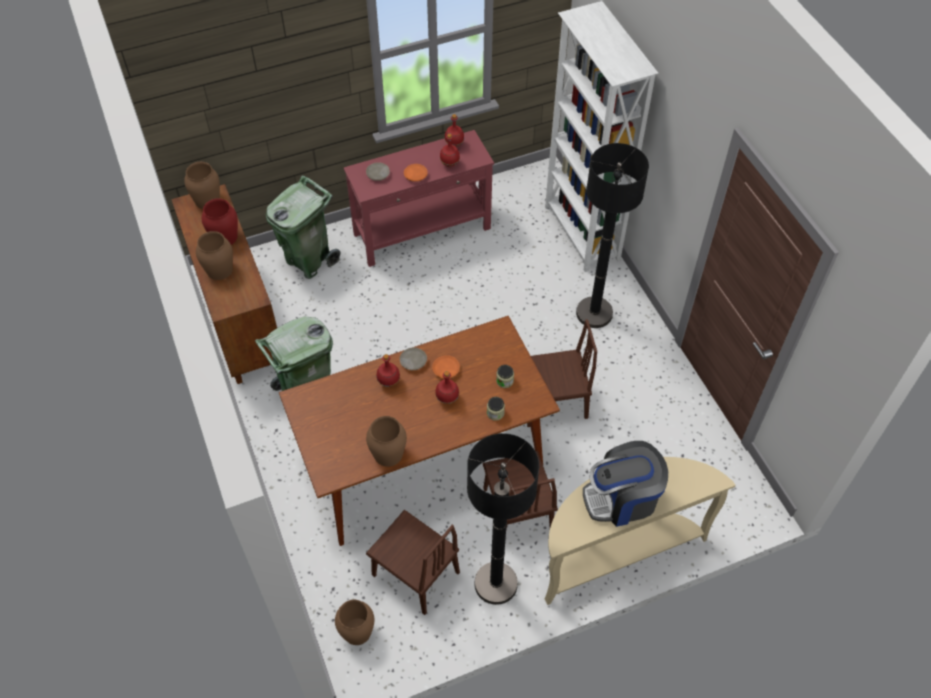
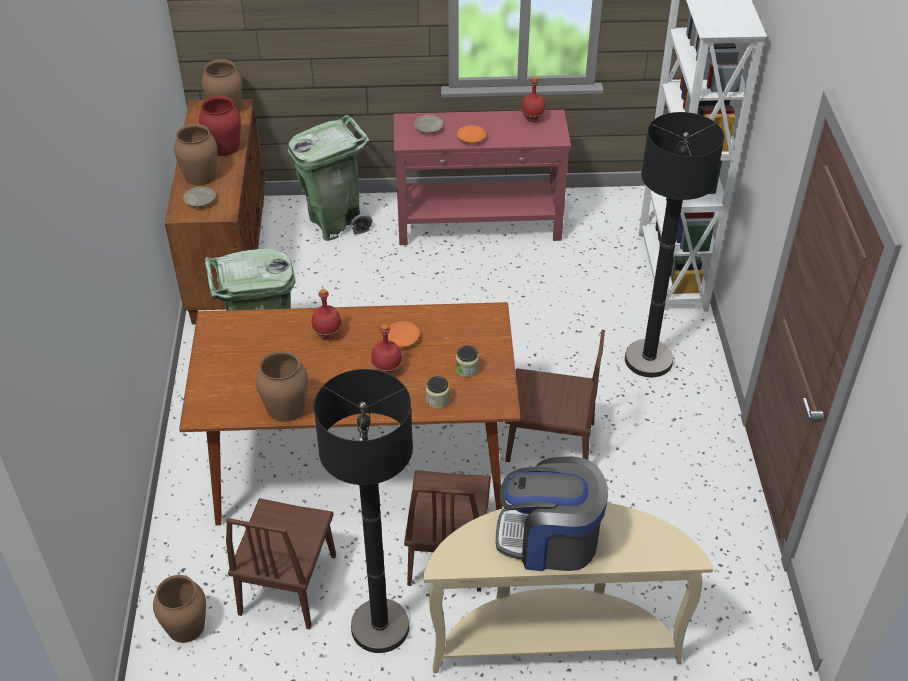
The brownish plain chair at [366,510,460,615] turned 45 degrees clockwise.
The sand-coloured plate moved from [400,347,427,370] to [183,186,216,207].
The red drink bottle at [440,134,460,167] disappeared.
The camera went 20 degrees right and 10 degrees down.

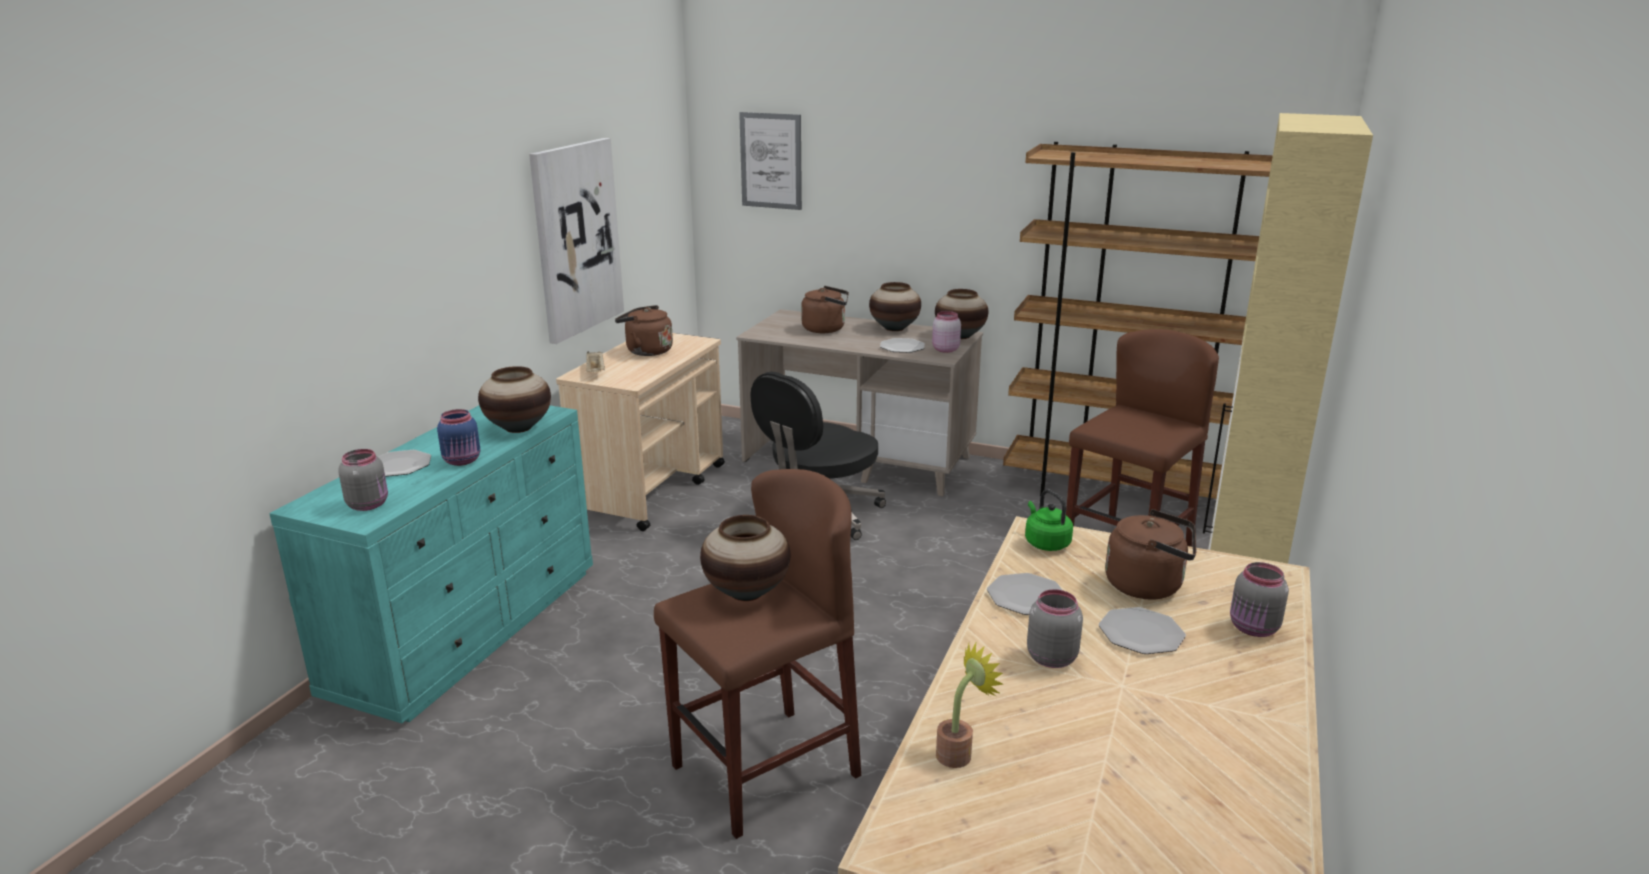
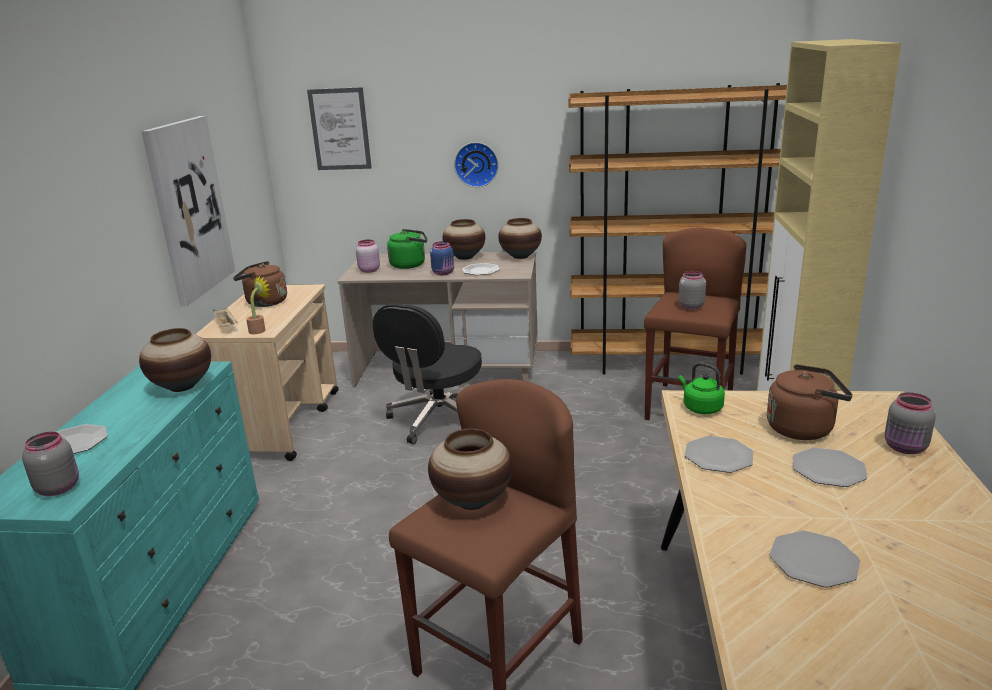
The bluish storage jar moved from [437,409,480,466] to [430,241,454,275].
The brownish tea kettle at [801,286,849,333] became the green-coloured tea kettle at [387,229,427,269].
The pink storage jar moved from [932,311,961,353] to [356,239,380,273].
The plant in a pot moved from [936,641,1003,768] to [246,275,271,334].
The gray storage jar moved from [1027,589,1083,668] to [678,271,706,310].
The clock on the wall at [454,142,499,187] appeared.
The plate at [769,531,860,587] appeared.
The camera went 15 degrees left and 0 degrees up.

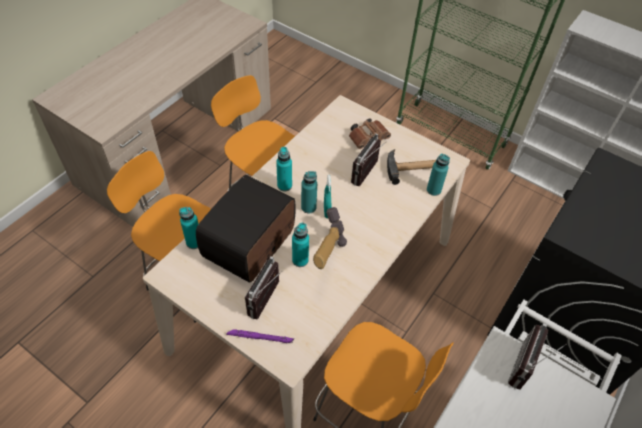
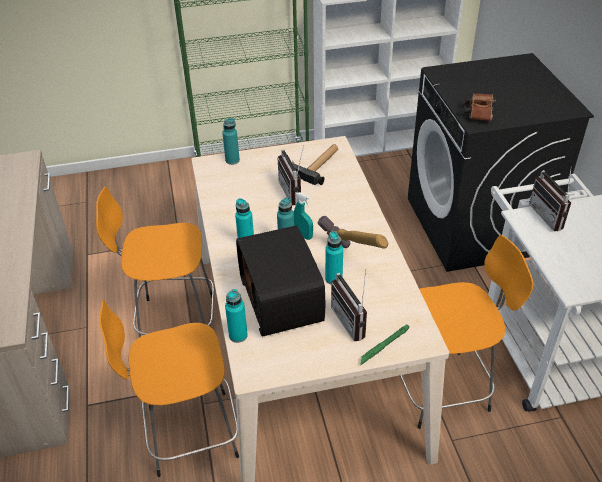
The purple-coloured hand torch at [226,329,294,343] became the green-coloured hand torch at [360,324,409,366].
The brownish field glasses moved from [349,118,391,149] to [463,93,496,121].
The turquoise-coloured drink bottle moved from [427,154,450,196] to [222,118,240,165].
The camera went 45 degrees left and 10 degrees down.

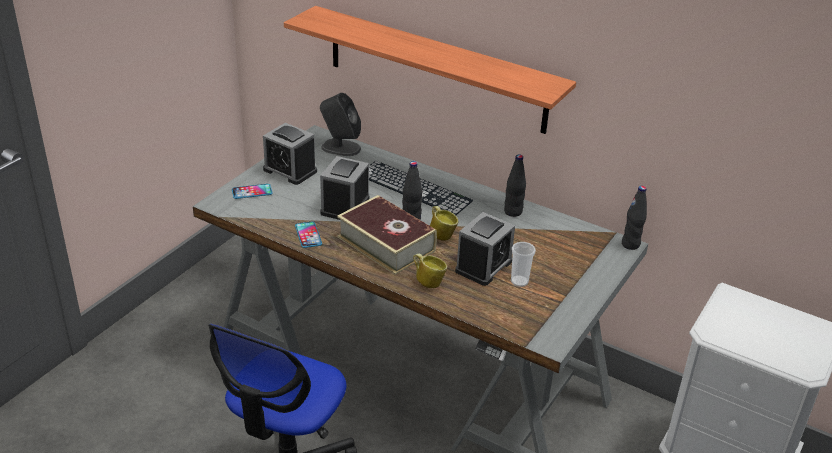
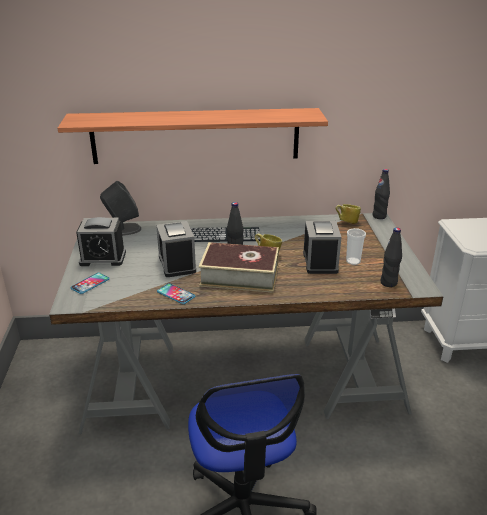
The mug moved from [413,254,447,288] to [335,204,361,224].
The black-coloured drink bottle moved from [504,154,526,217] to [380,228,402,287].
The camera went 35 degrees left and 5 degrees down.

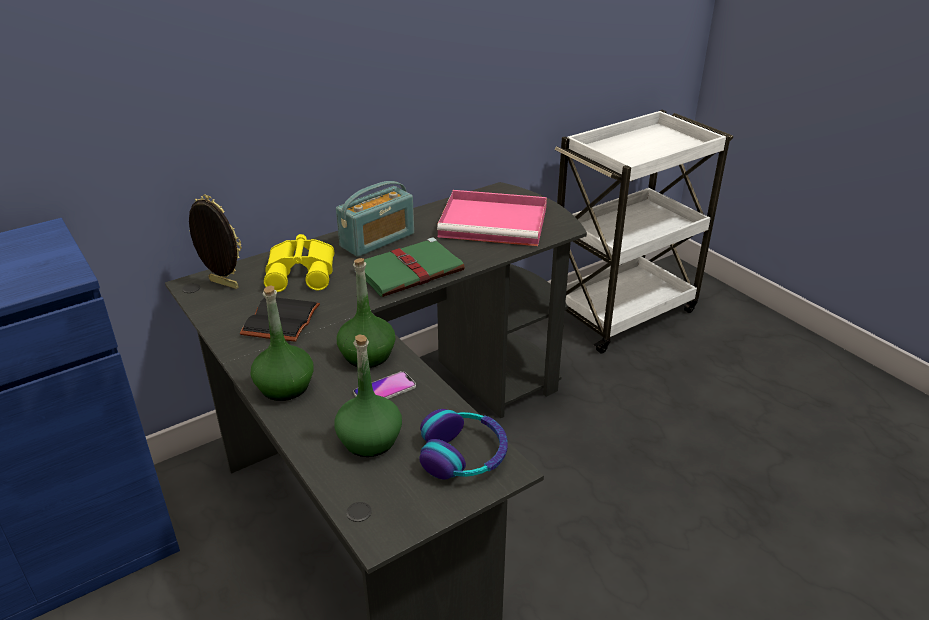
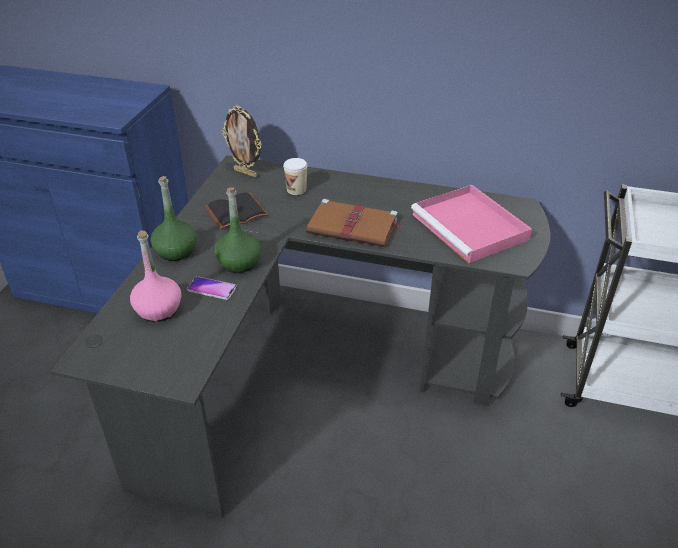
The standing frame at [189,194,241,289] turned 135 degrees clockwise.
The yellowish field glasses at [264,234,334,292] was replaced by the small cup at [283,158,308,195].
The green-coloured drink bottle at [334,335,402,457] became the pink drink bottle at [130,231,181,322].
The radio receiver at [336,181,414,257] disappeared.
The green-coloured bound book at [355,238,465,297] became the brownish bound book at [306,199,401,247].
The headphones at [419,409,508,479] disappeared.
The camera went 50 degrees right and 5 degrees up.

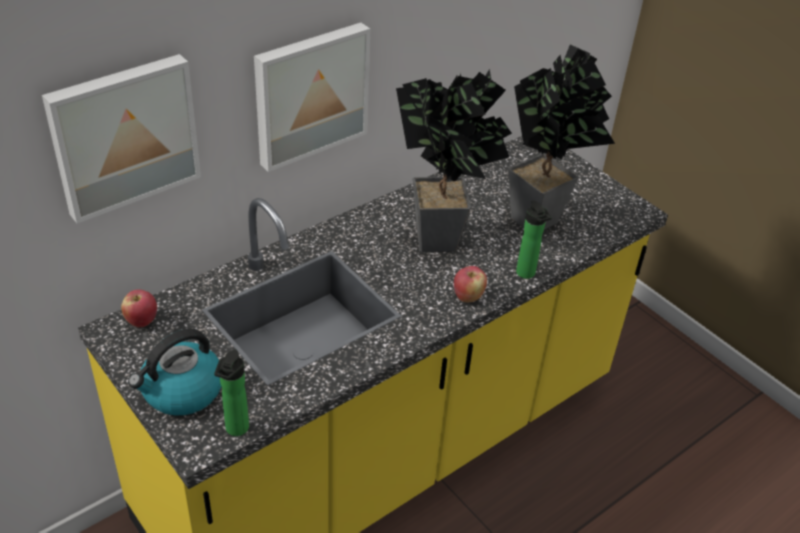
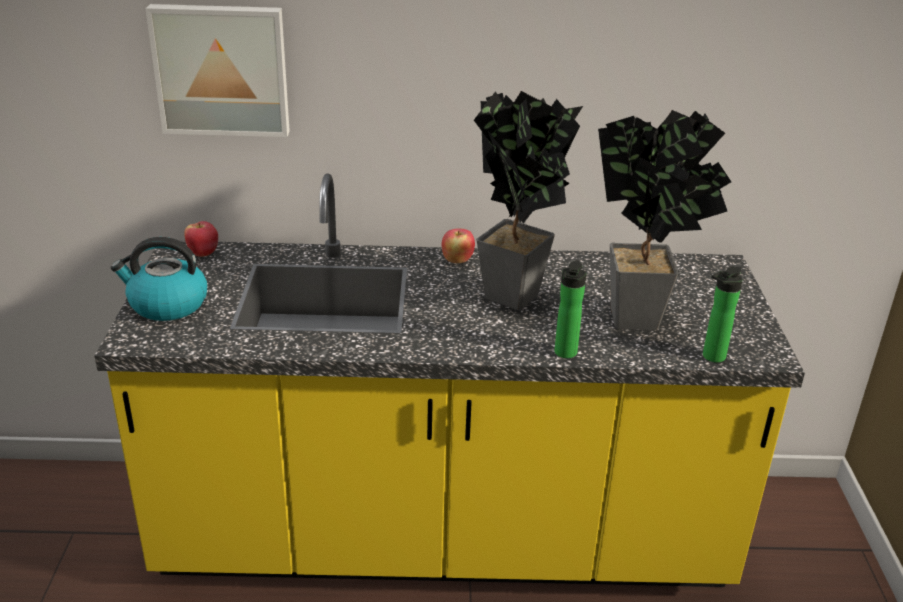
The drink bottle moved from [214,349,249,436] to [703,267,743,363].
The wall art at [254,23,370,172] disappeared.
The whole apple moved from [454,266,487,302] to [441,229,475,263].
The camera went 40 degrees right and 10 degrees down.

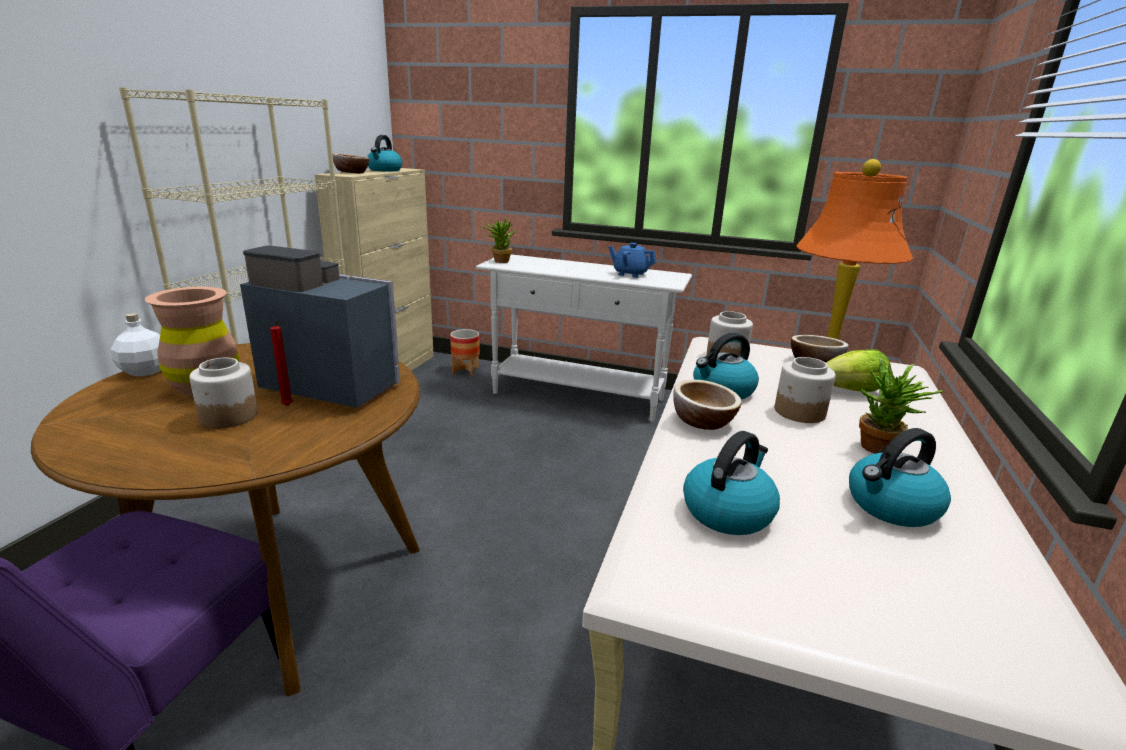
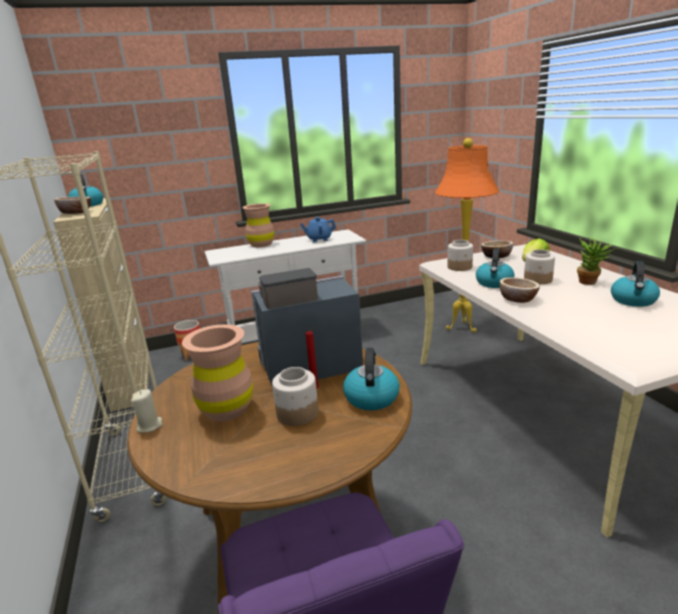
The white drink bottle at [111,313,161,376] was replaced by the sand-coloured wax light at [131,389,162,433].
The plant in a pot at [482,217,515,263] disappeared.
The tea kettle moved from [683,431,780,535] to [343,348,400,411].
The brownish decorative vase at [242,203,274,247] appeared.
The camera went 35 degrees left and 0 degrees up.

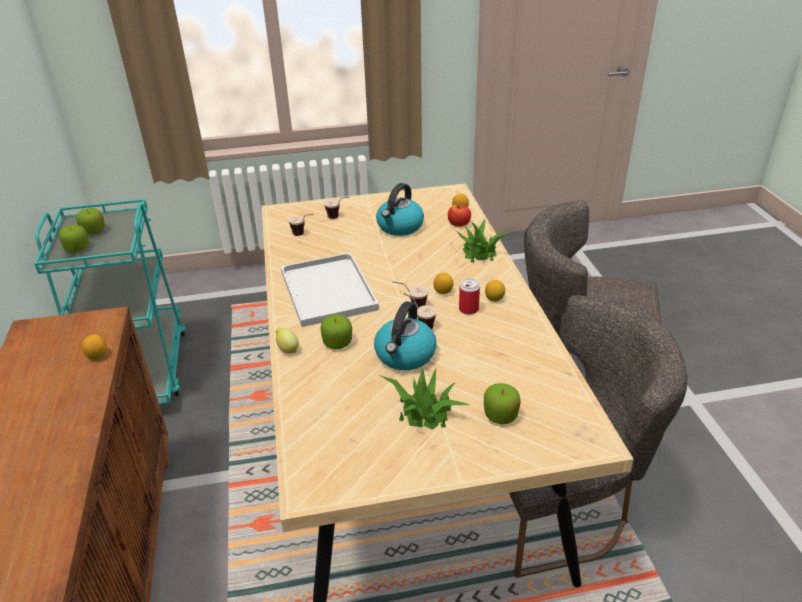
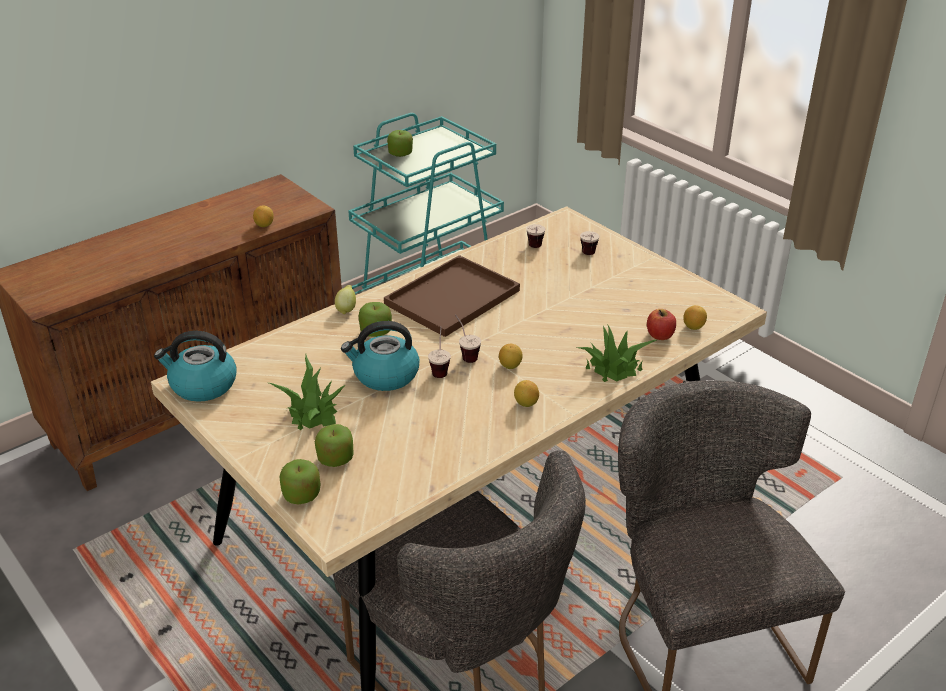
The whole apple moved from [76,208,105,235] to [280,459,321,505].
The white tray at [281,252,379,327] became the brownish tray at [384,255,520,337].
The tea kettle moved from [376,183,424,236] to [154,331,237,402].
The can at [459,278,480,315] disappeared.
The camera went 60 degrees right and 0 degrees up.

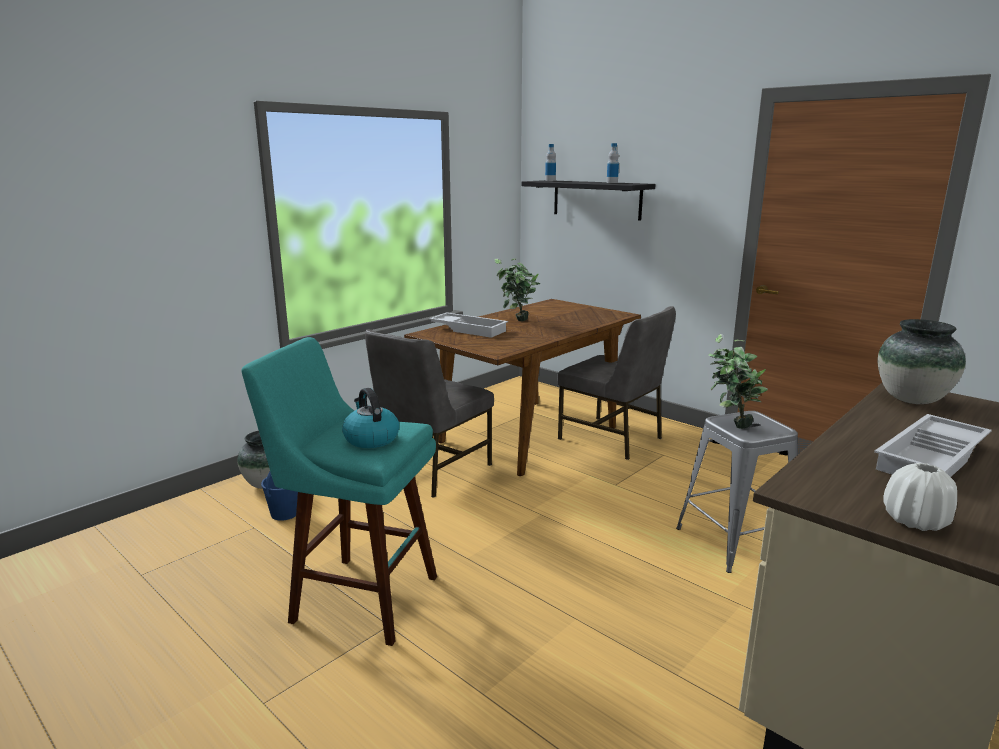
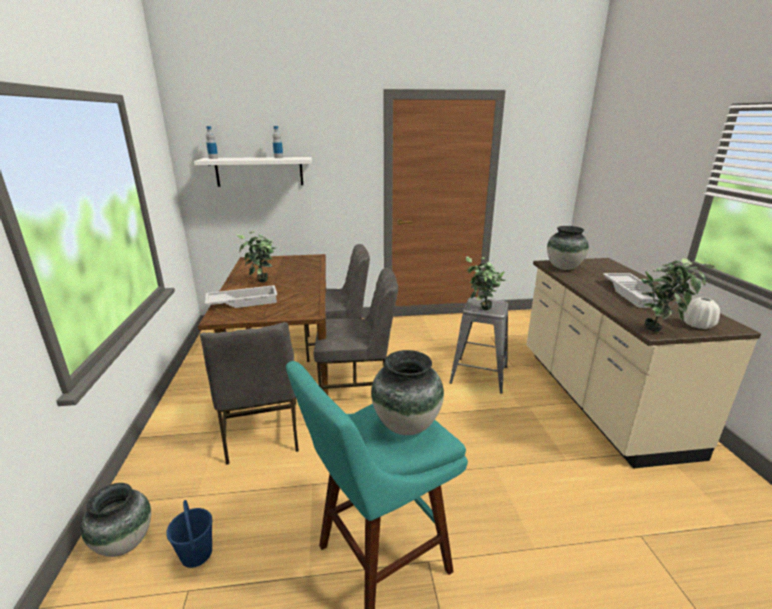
The tea kettle at [342,388,399,448] was replaced by the decorative vase at [371,350,444,435].
The black-coloured shelf at [522,180,655,221] became the white shelf at [194,157,312,187].
The gray plain chair at [314,268,398,389] appeared.
The plant in a pot at [641,258,714,332] appeared.
The camera went 50 degrees left and 5 degrees up.

